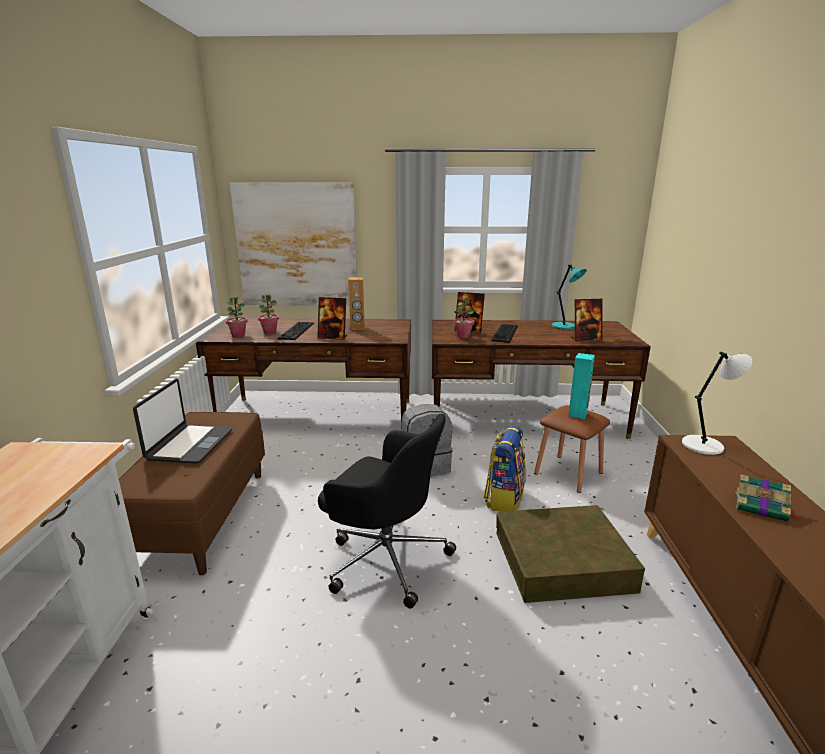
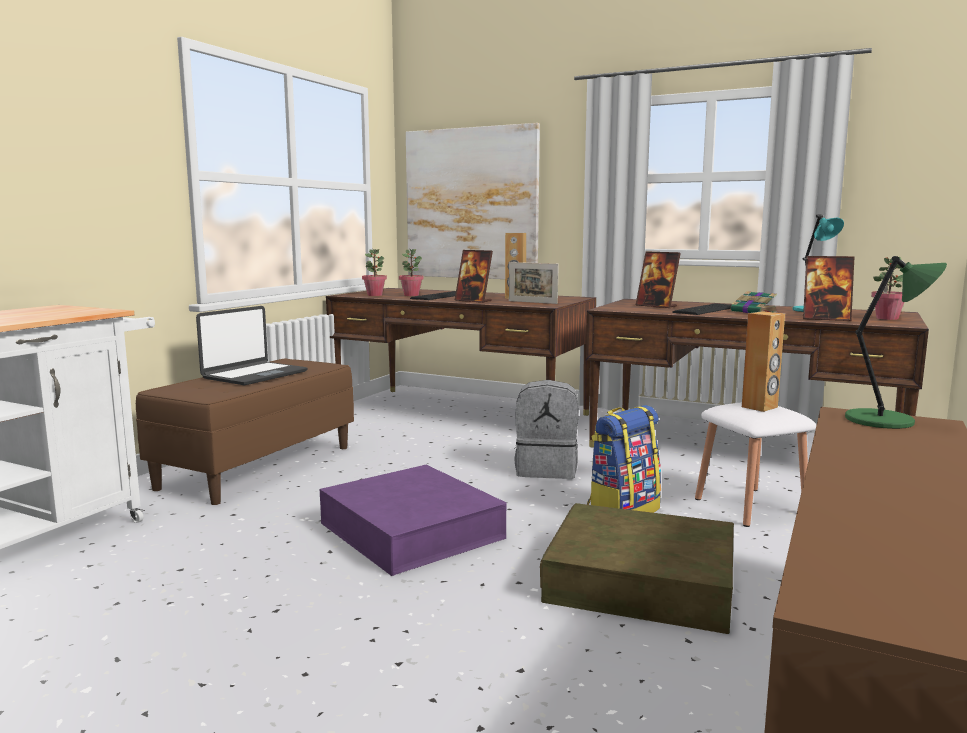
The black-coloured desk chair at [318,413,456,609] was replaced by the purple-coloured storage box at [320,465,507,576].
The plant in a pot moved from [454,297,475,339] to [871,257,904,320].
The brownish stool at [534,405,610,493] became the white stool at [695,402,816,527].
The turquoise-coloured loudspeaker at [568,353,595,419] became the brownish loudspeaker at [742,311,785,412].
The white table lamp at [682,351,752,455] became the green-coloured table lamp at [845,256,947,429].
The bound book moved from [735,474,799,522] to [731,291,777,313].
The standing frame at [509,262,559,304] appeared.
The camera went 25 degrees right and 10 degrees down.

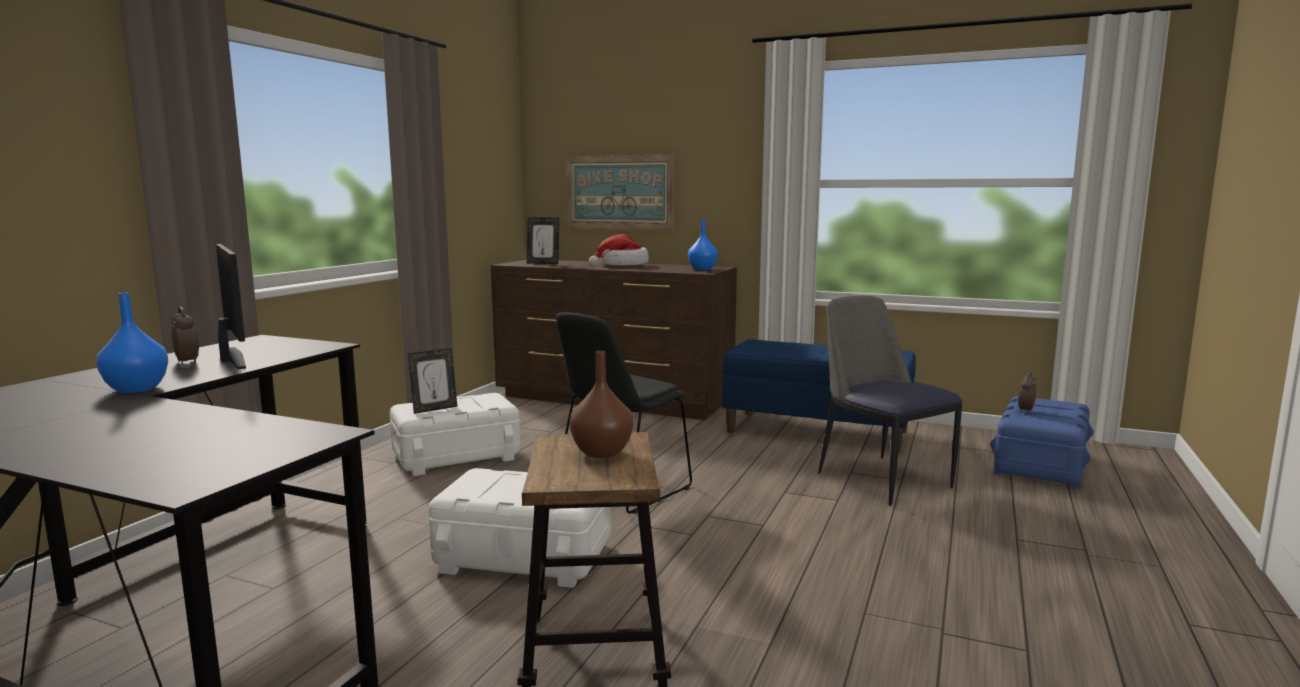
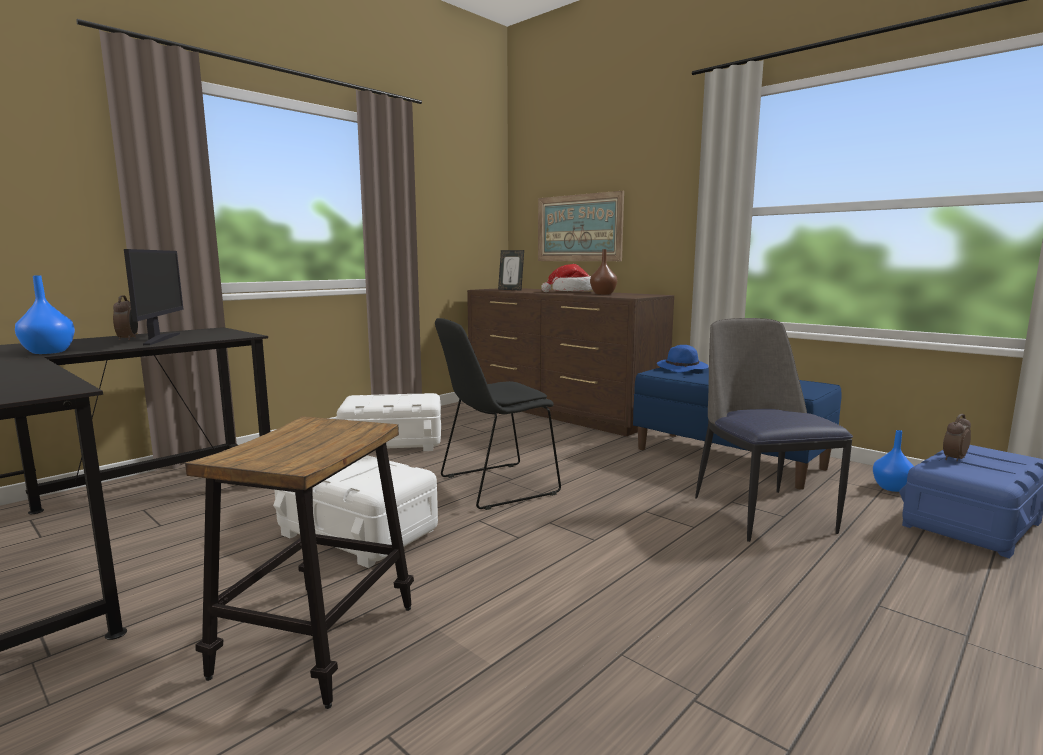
The standing frame at [408,348,457,414] disappeared.
The brownish decorative vase moved from [569,351,633,458] to [590,249,617,295].
The bluish decorative vase moved from [688,220,718,270] to [873,430,914,492].
The bluish wearable hat at [657,345,709,373] appeared.
The camera went 20 degrees right and 0 degrees up.

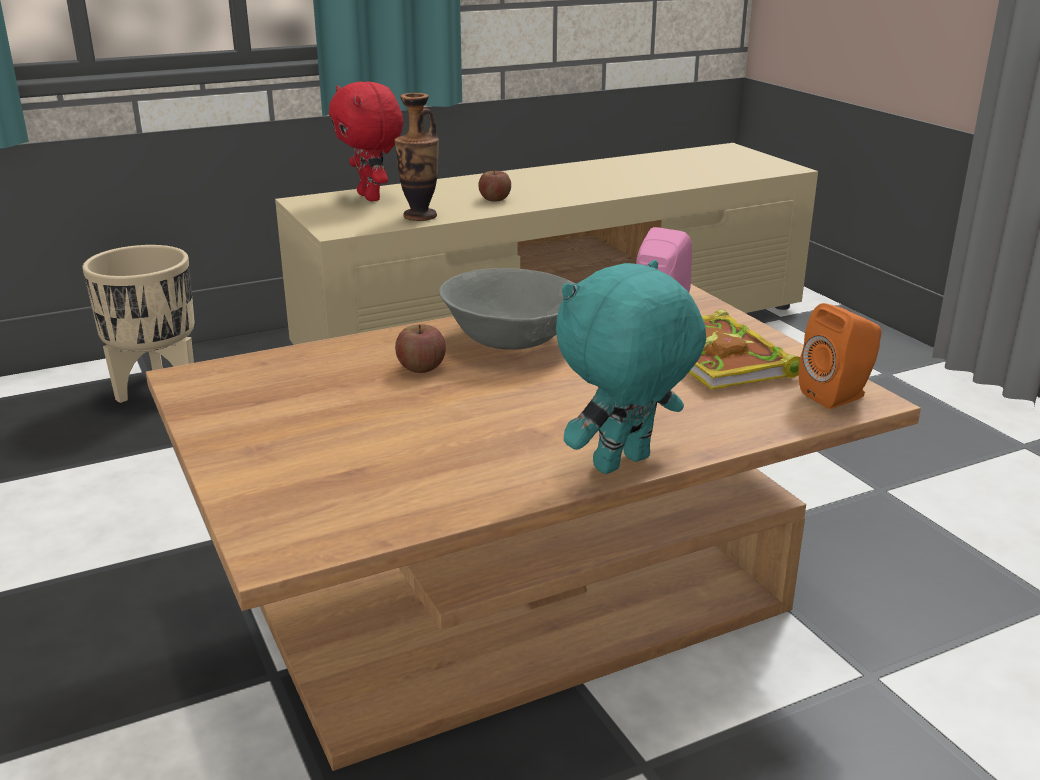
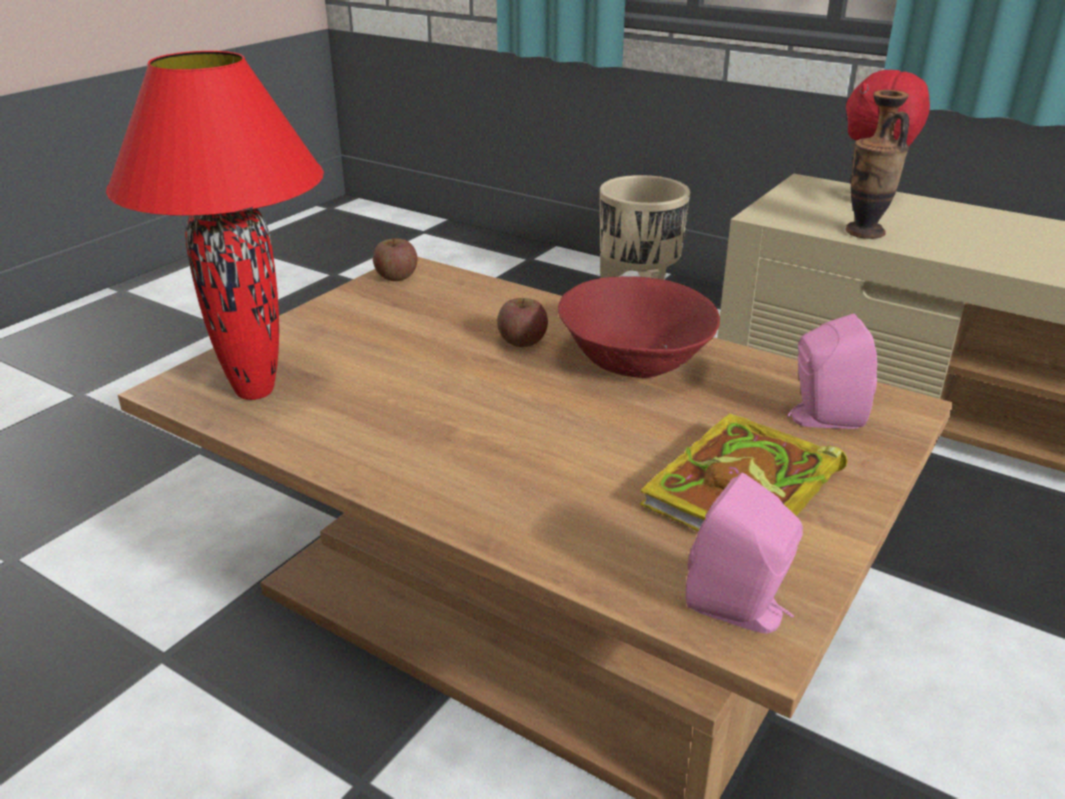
The gray deep dish at [439,268,575,350] became the red deep dish at [558,277,720,378].
The whole apple moved from [478,169,511,202] to [373,238,417,281].
The turquoise-coloured plush toy at [556,260,706,474] disappeared.
The orange-coloured loudspeaker at [799,303,881,409] became the pink loudspeaker at [686,473,803,634].
The red table lamp at [106,51,324,400] appeared.
The camera went 60 degrees right and 5 degrees up.

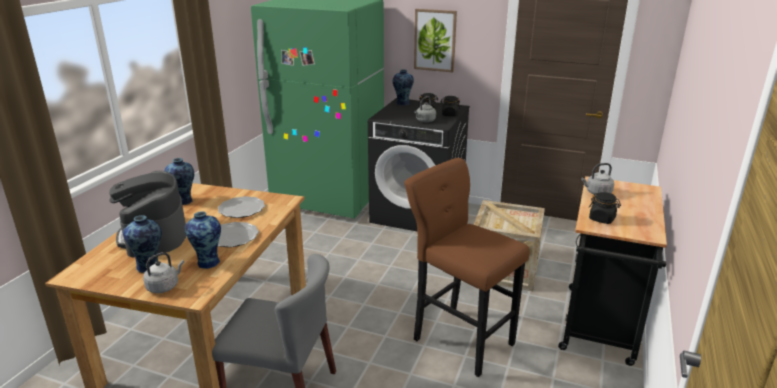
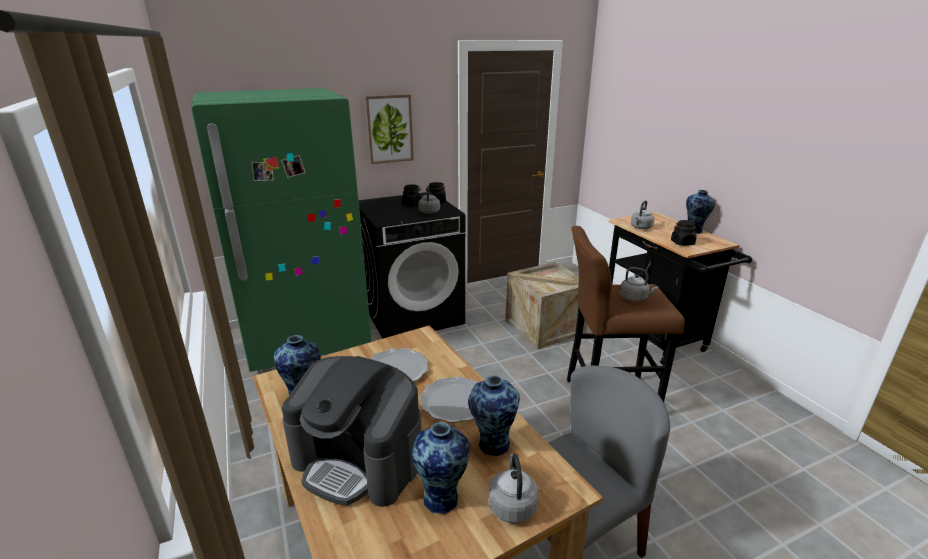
The decorative vase moved from [392,69,414,105] to [686,190,715,234].
The gray tea kettle at [620,267,658,302] appeared.
The camera went 45 degrees left and 0 degrees up.

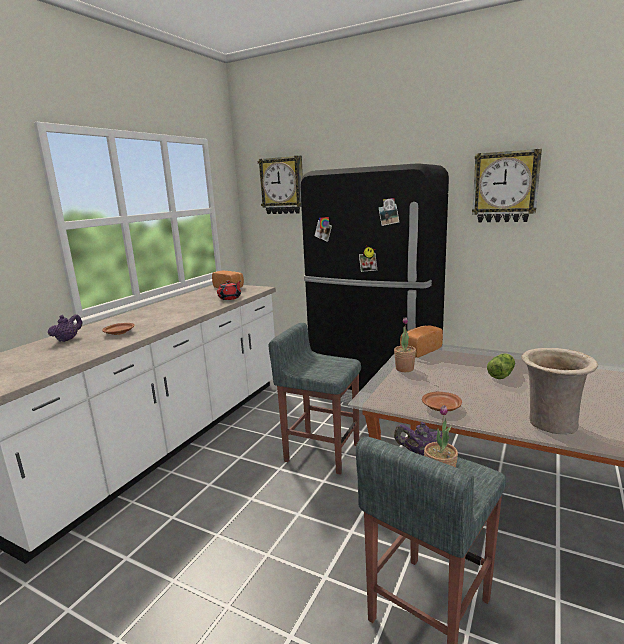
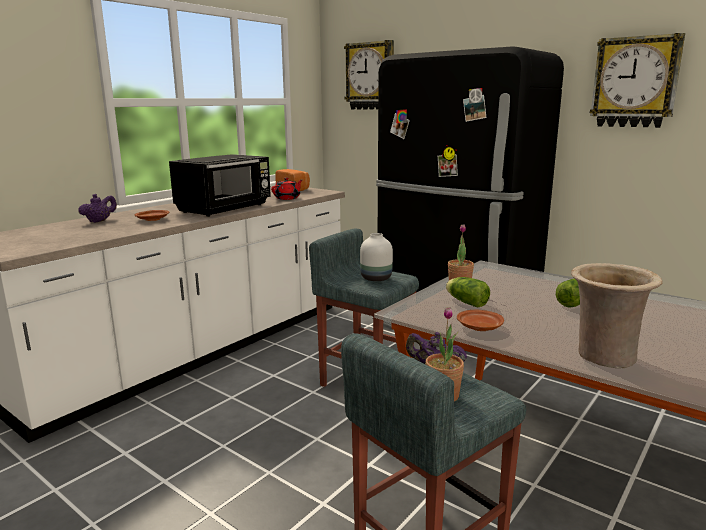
The bread at [400,325,443,357] disappeared.
The black-coloured kitchen microwave at [169,154,271,217] appeared.
The white decorative vase at [360,233,393,281] appeared.
The lettuce head at [446,277,490,307] appeared.
The camera went 10 degrees right and 0 degrees up.

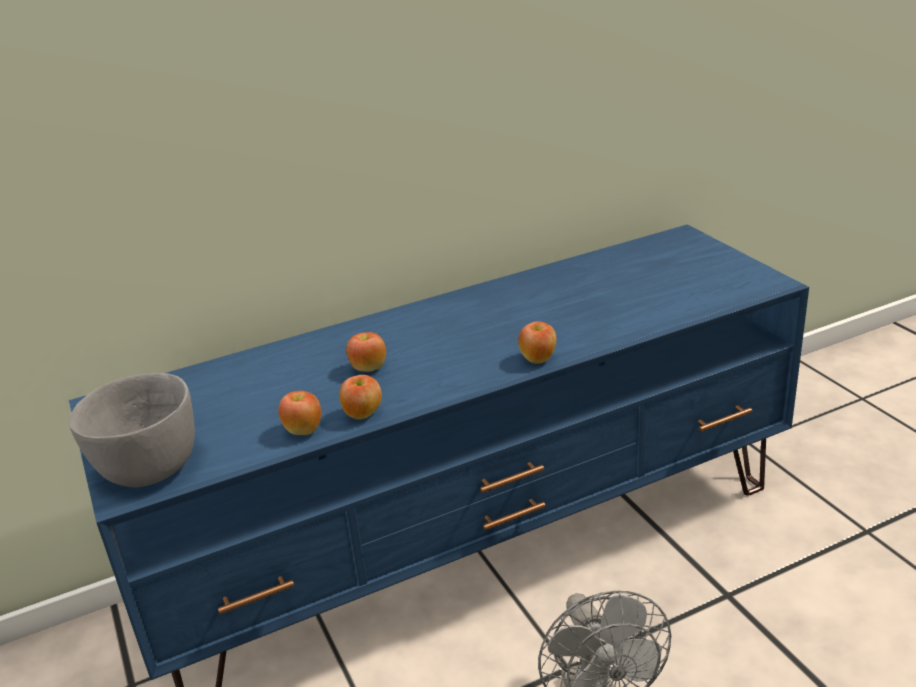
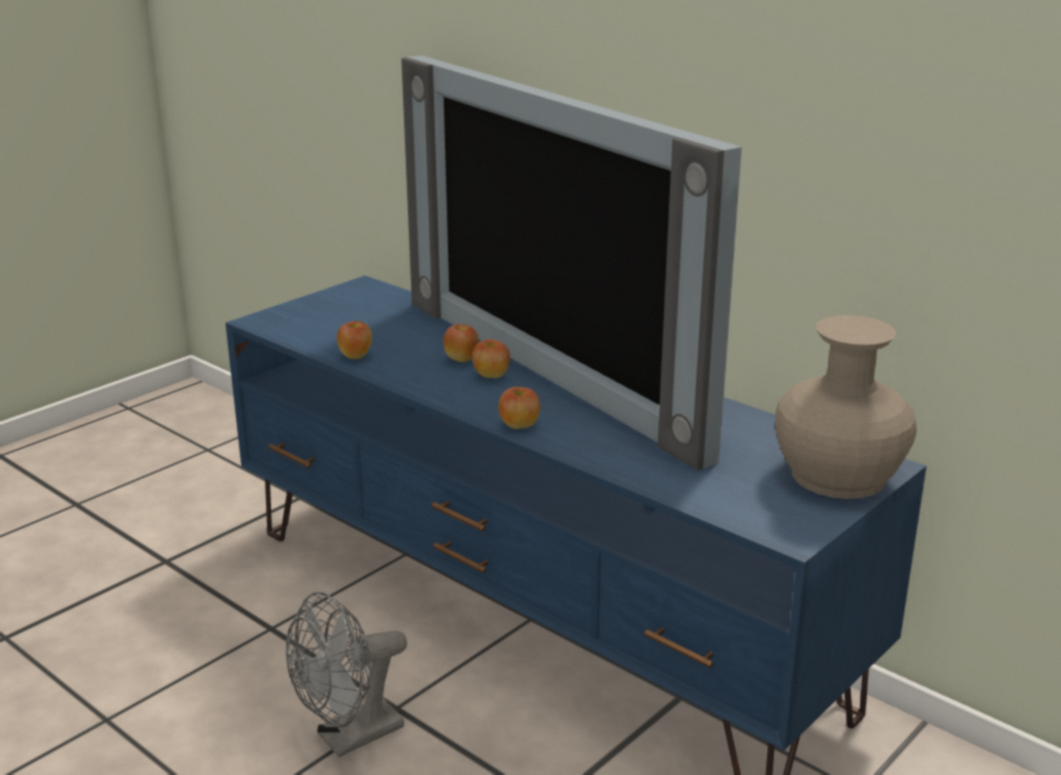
The gray deep dish at [69,373,195,488] disappeared.
The whole apple moved from [339,375,382,419] to [472,339,510,378].
The TV at [401,55,742,471] appeared.
The sand-coloured decorative vase at [775,315,916,499] appeared.
The camera went 65 degrees right and 5 degrees down.

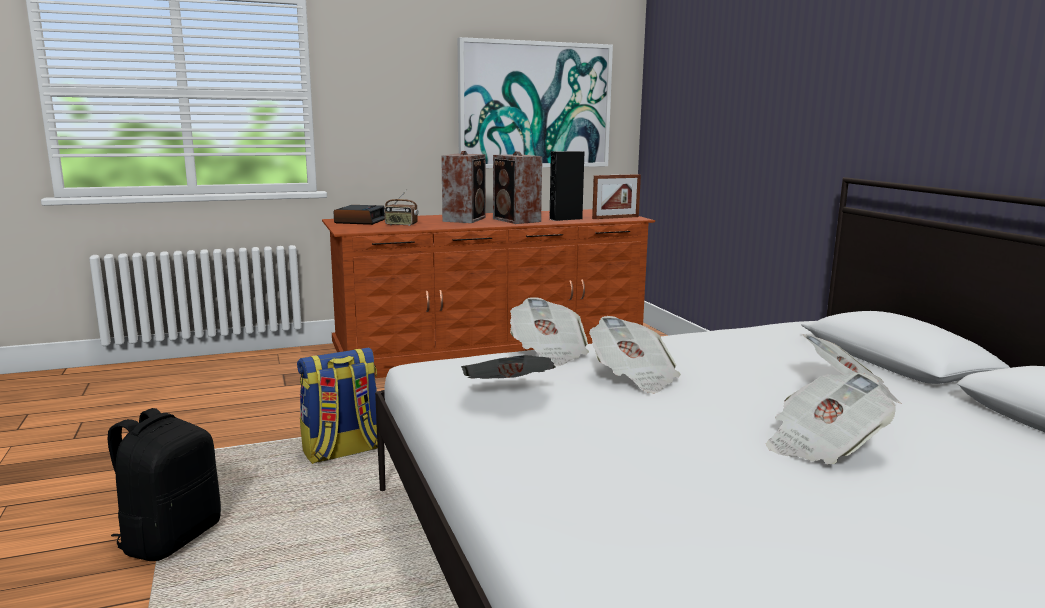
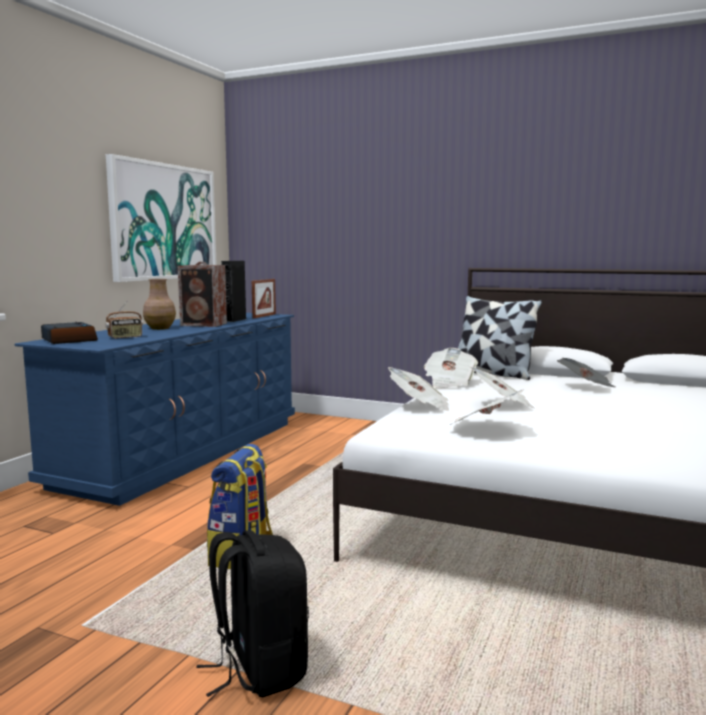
The brownish dresser at [322,209,655,378] became the bluish dresser at [15,313,295,506].
The loudspeaker at [441,151,486,223] was replaced by the brownish decorative vase at [143,279,176,330].
The printed paper moved from [766,373,896,464] to [424,348,478,388].
The cushion at [458,296,542,380] appeared.
The camera went 45 degrees left and 5 degrees down.

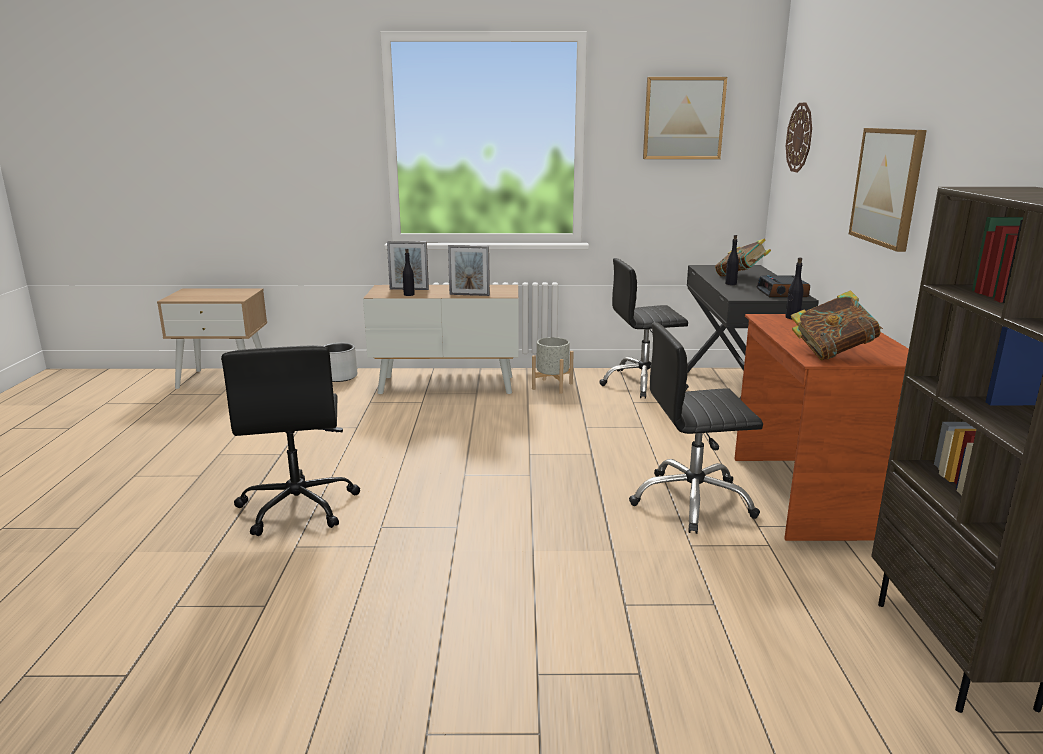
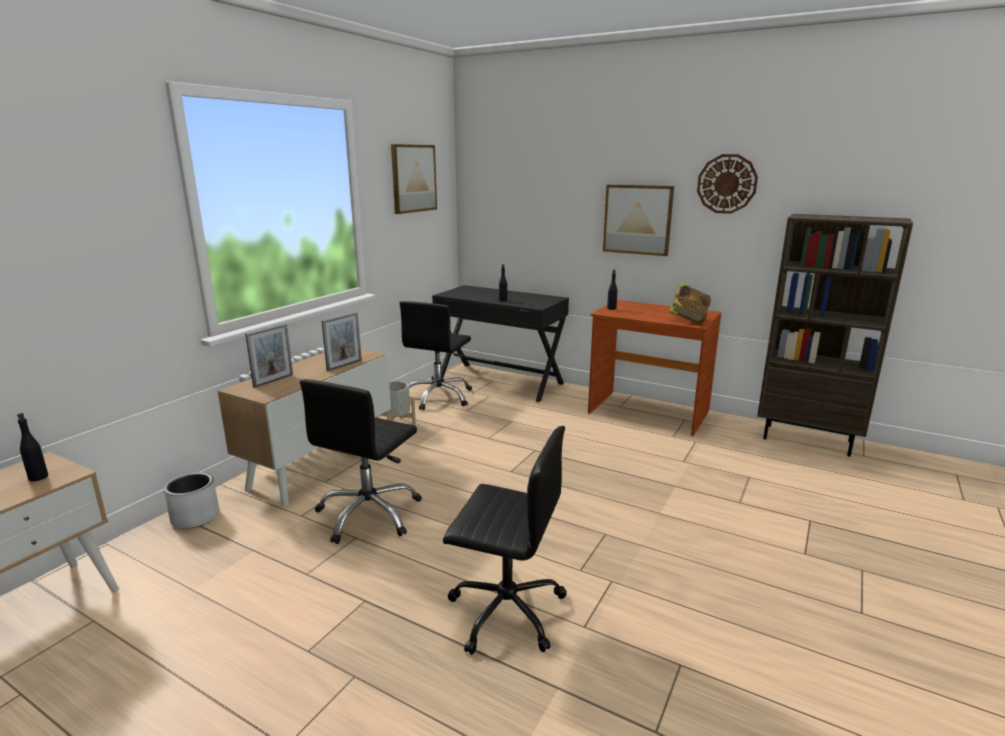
The black-coloured drink bottle moved from [403,249,415,296] to [17,413,48,482].
The black-coloured desk chair moved from [629,322,763,534] to [300,379,422,544].
The bound book at [715,238,771,276] disappeared.
The table clock at [757,275,810,297] disappeared.
The clock on the wall moved from [786,103,812,172] to [697,154,758,214].
The camera went 60 degrees left and 0 degrees up.

